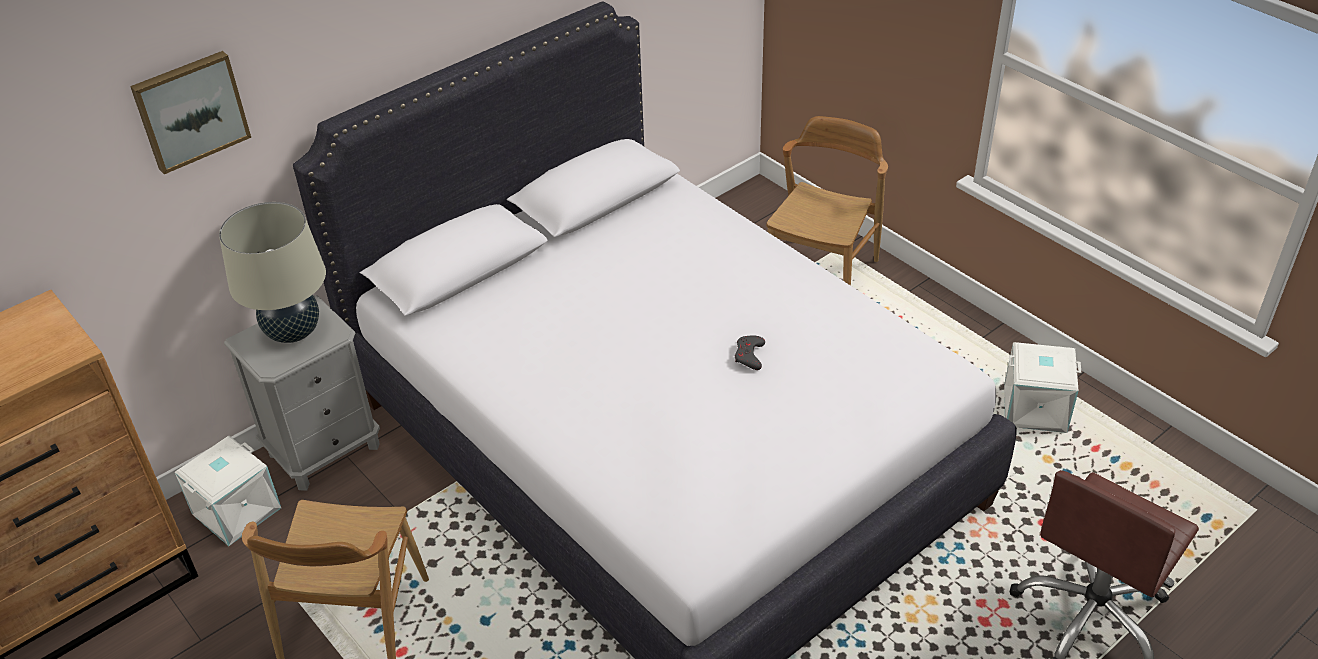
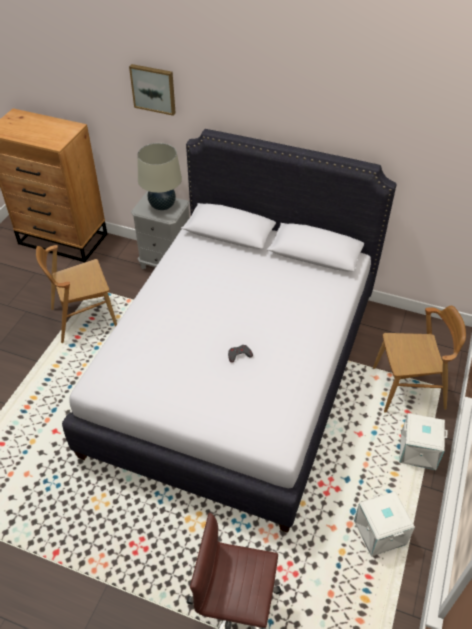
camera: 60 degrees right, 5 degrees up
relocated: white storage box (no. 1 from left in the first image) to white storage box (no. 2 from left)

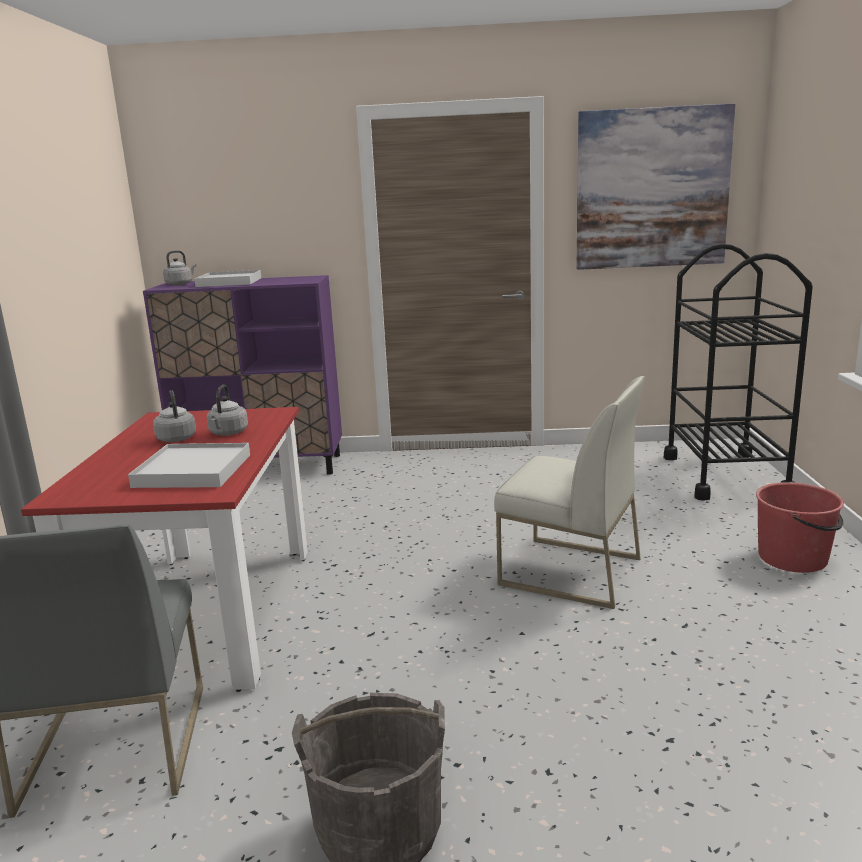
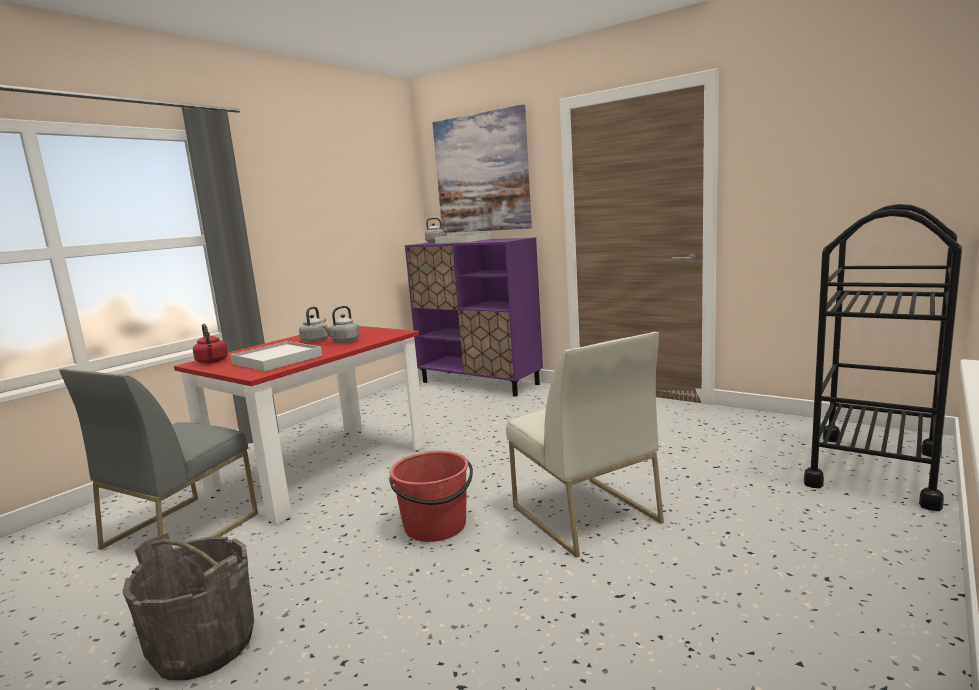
camera: 35 degrees right, 5 degrees down
appeared: red kettle
relocated: picture; red bucket

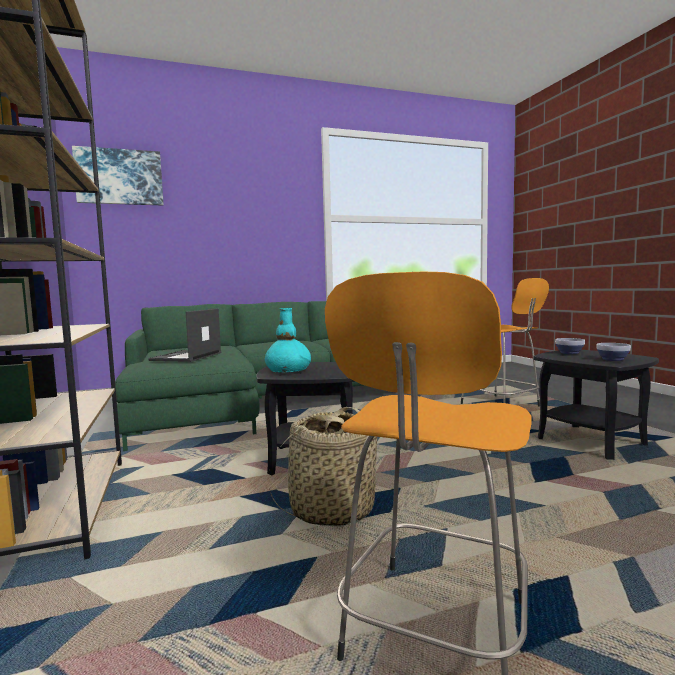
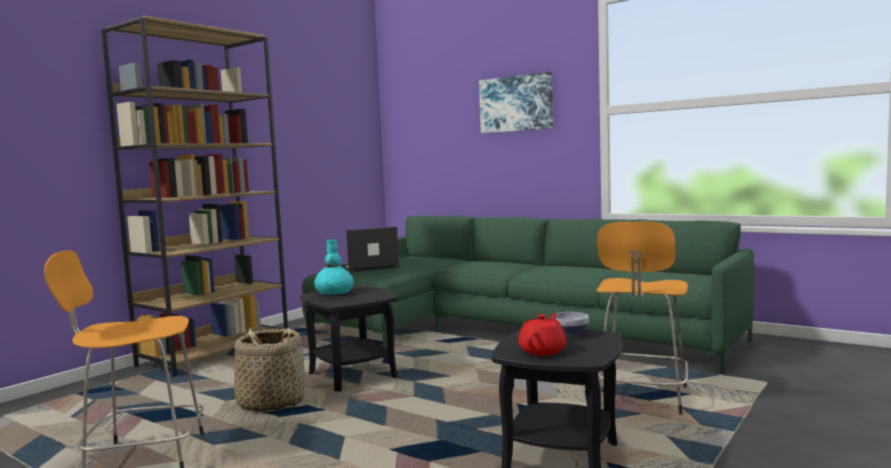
camera: 55 degrees right, 0 degrees up
relocated: picture
exchanged: bowl (no. 2 from left) to red teapot

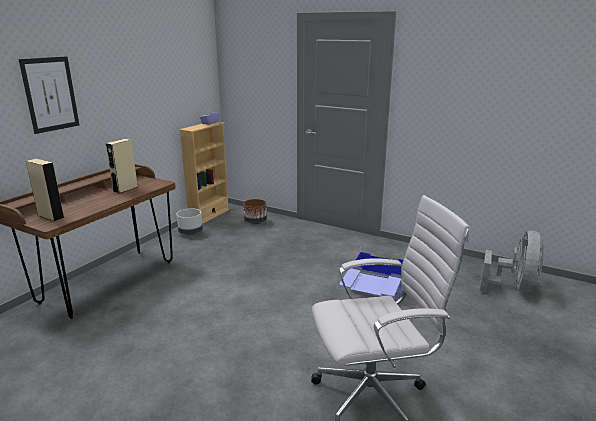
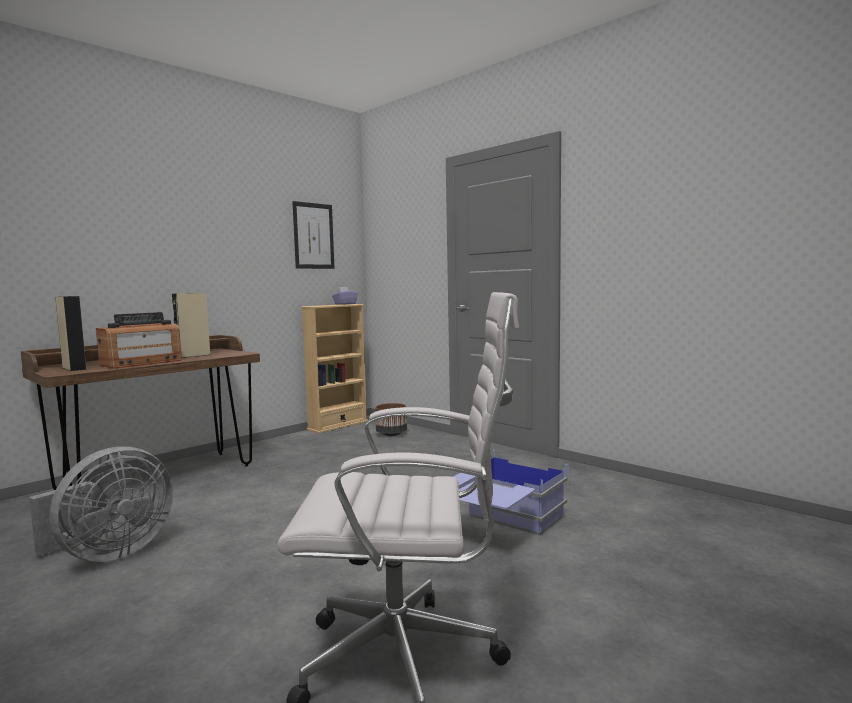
camera: 15 degrees right, 15 degrees down
missing: grey planter
appeared: radio
relocated: picture; grey fan

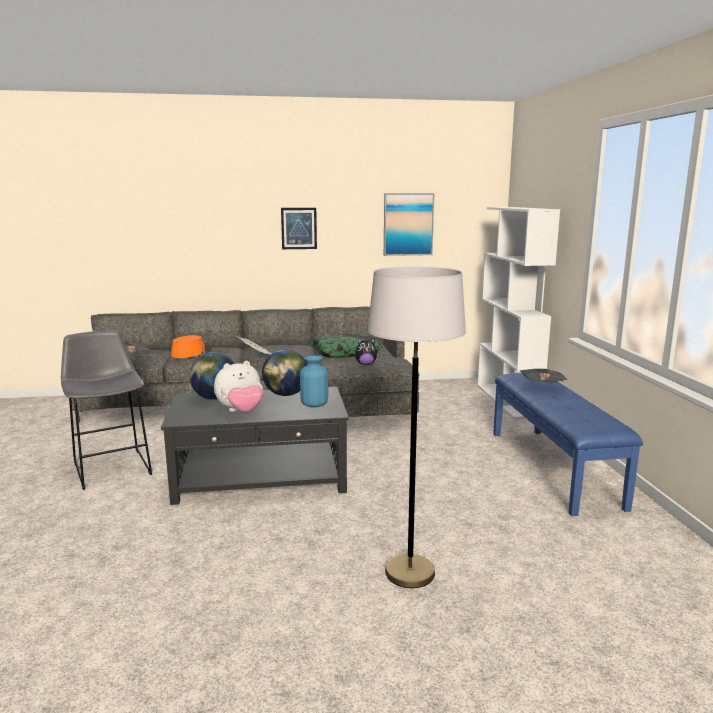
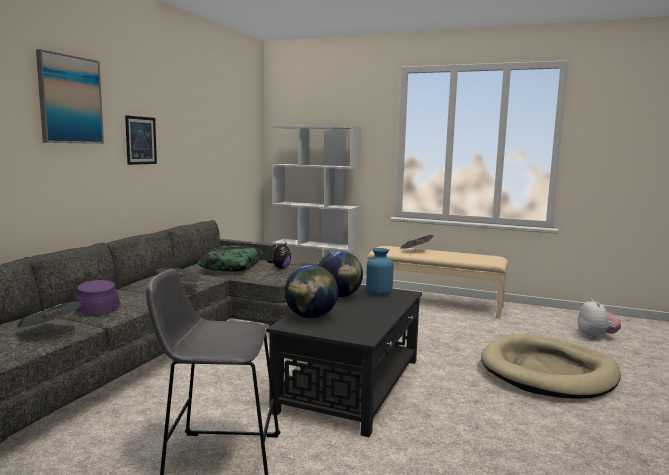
camera: 60 degrees left, 5 degrees down
relocated: picture (no. 2 from left in the first image) to picture (no. 1 from left); plush toy (no. 1 from left in the first image) to plush toy (no. 2 from left)
exchanged: grey floor lamp to beige dog bed
colour: orange hat to purple hat; blue bench to beige bench

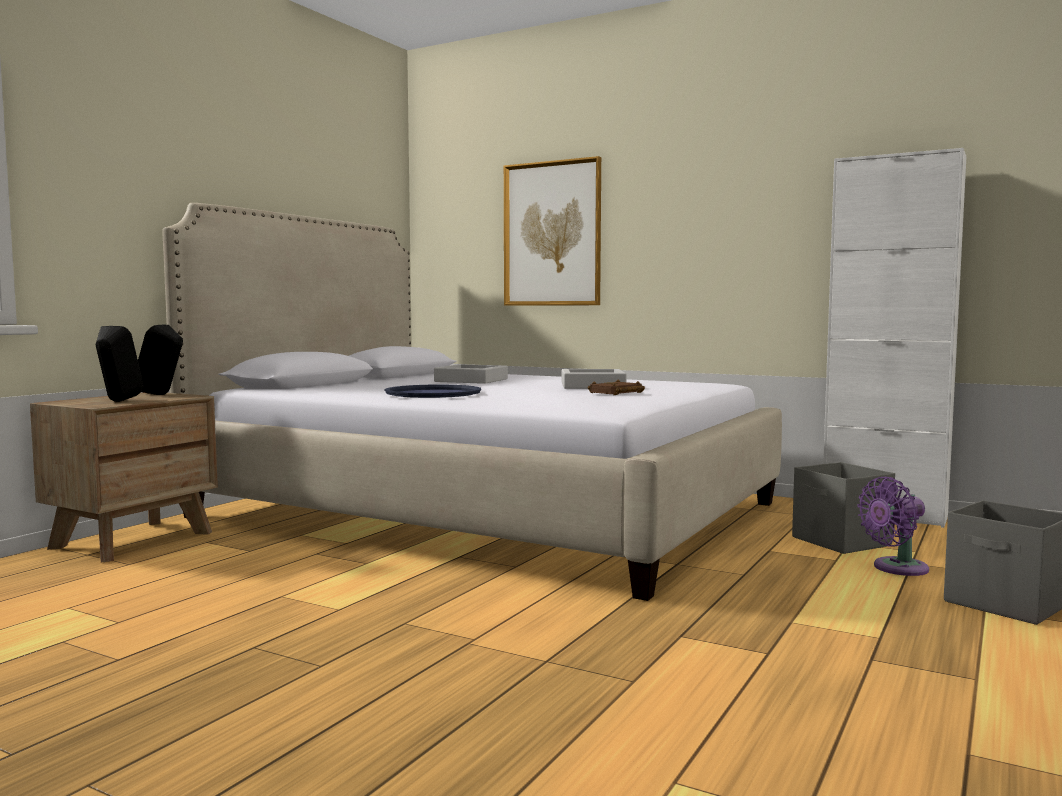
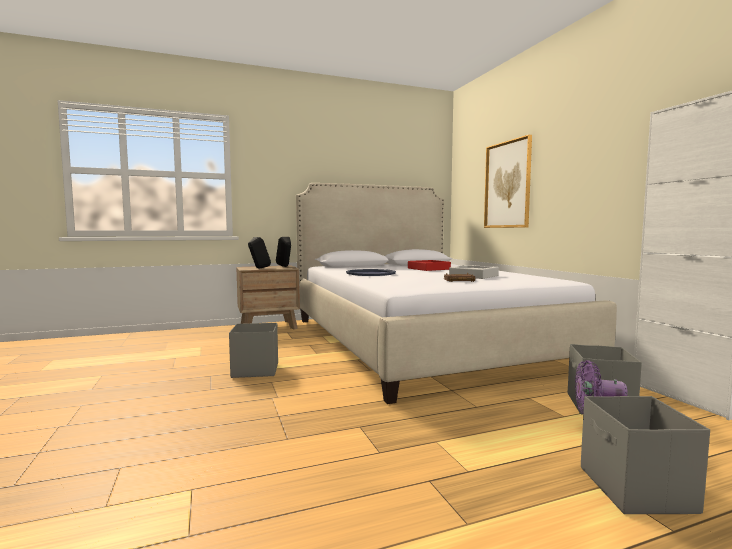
camera: 40 degrees right, 0 degrees up
appeared: grey storage box (no. 1 from left)
colour: grey tray (no. 1 from left) to red tray

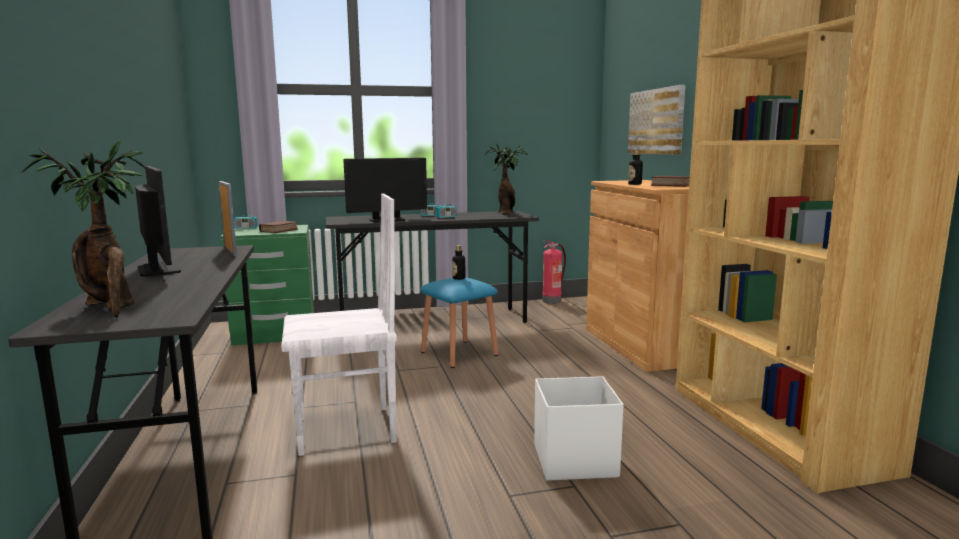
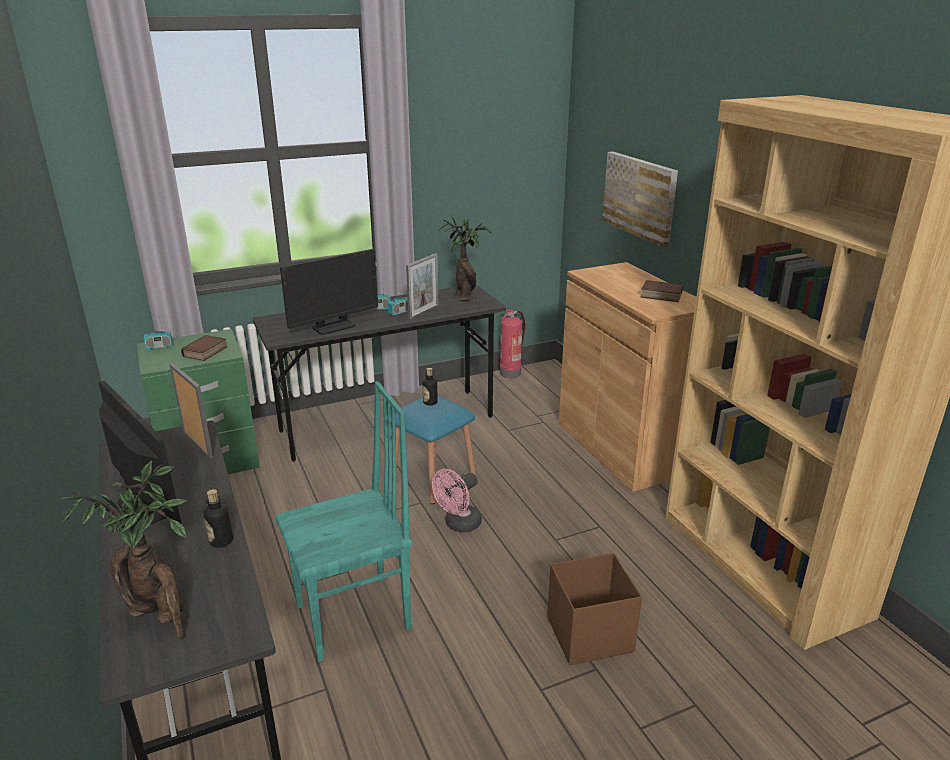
camera: 10 degrees left, 15 degrees up
appeared: picture frame (no. 2 from left); pink fan
relocated: bottle (no. 2 from left in the first image) to bottle (no. 1 from left)
colour: white chair to turquoise chair; white storage box to brown storage box

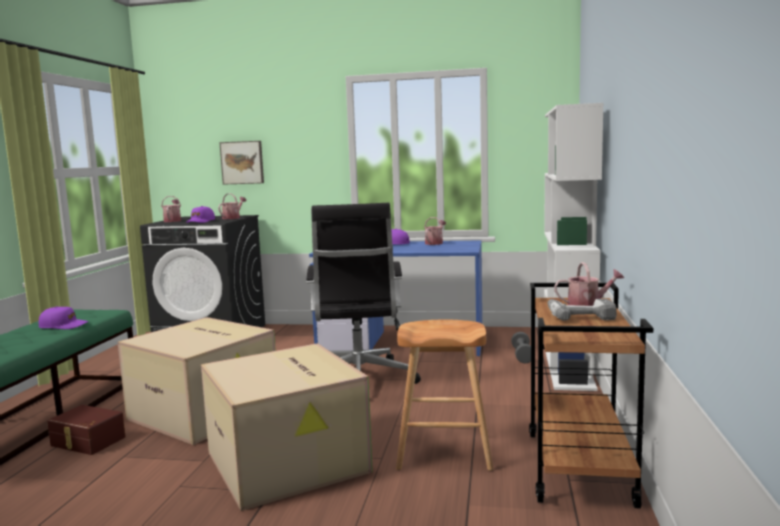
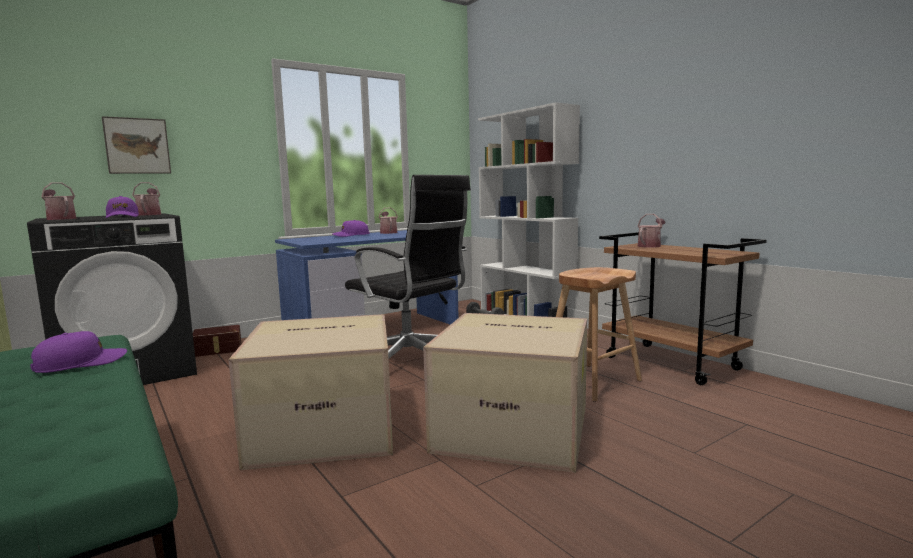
camera: 45 degrees left, 0 degrees up
missing: power drill
relocated: brown storage box

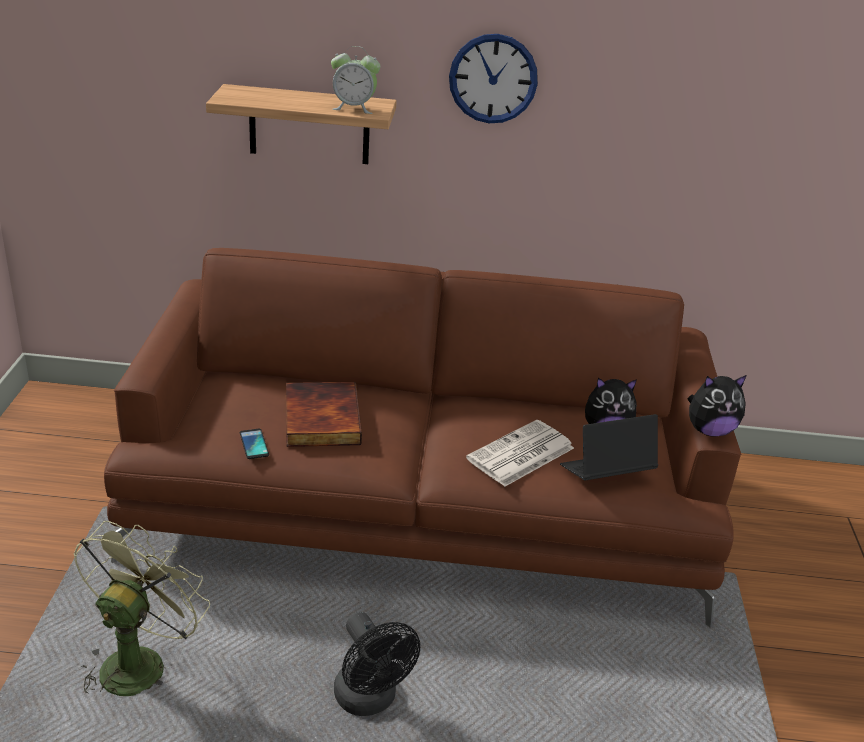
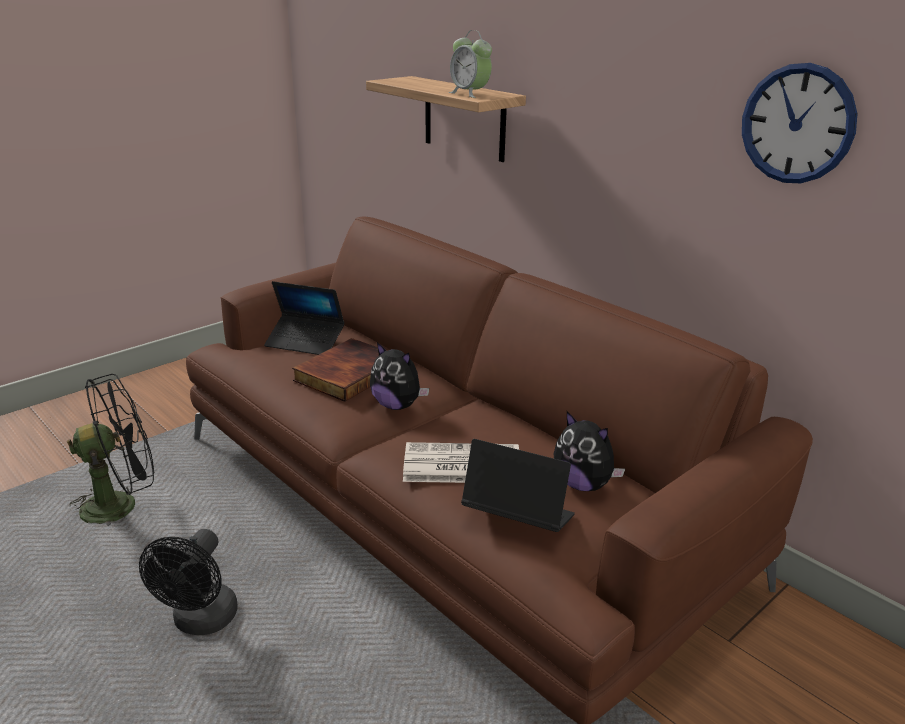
camera: 45 degrees right, 5 degrees down
missing: phone
appeared: laptop (no. 1 from left)
relocated: wall clock; plush toy (no. 2 from left in the first image) to plush toy (no. 1 from left)
colour: green fan to black fan (no. 1 from left)

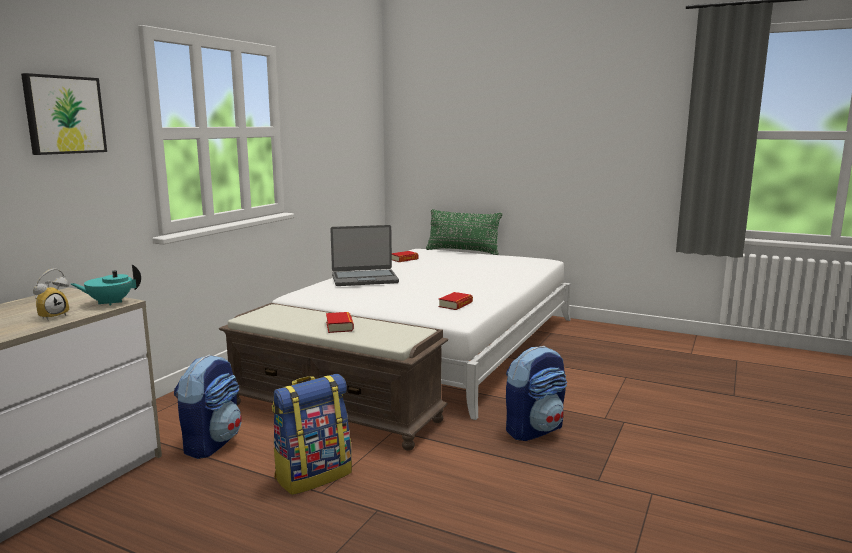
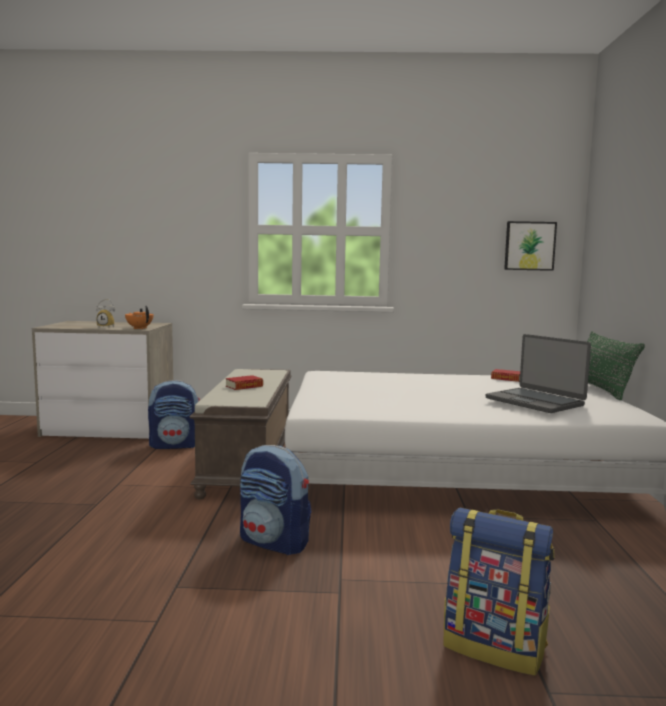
camera: 65 degrees right, 5 degrees down
missing: book (no. 3 from left)
relocated: picture; laptop; backpack (no. 2 from left in the first image) to backpack (no. 3 from left)
colour: turquoise teapot to orange teapot

